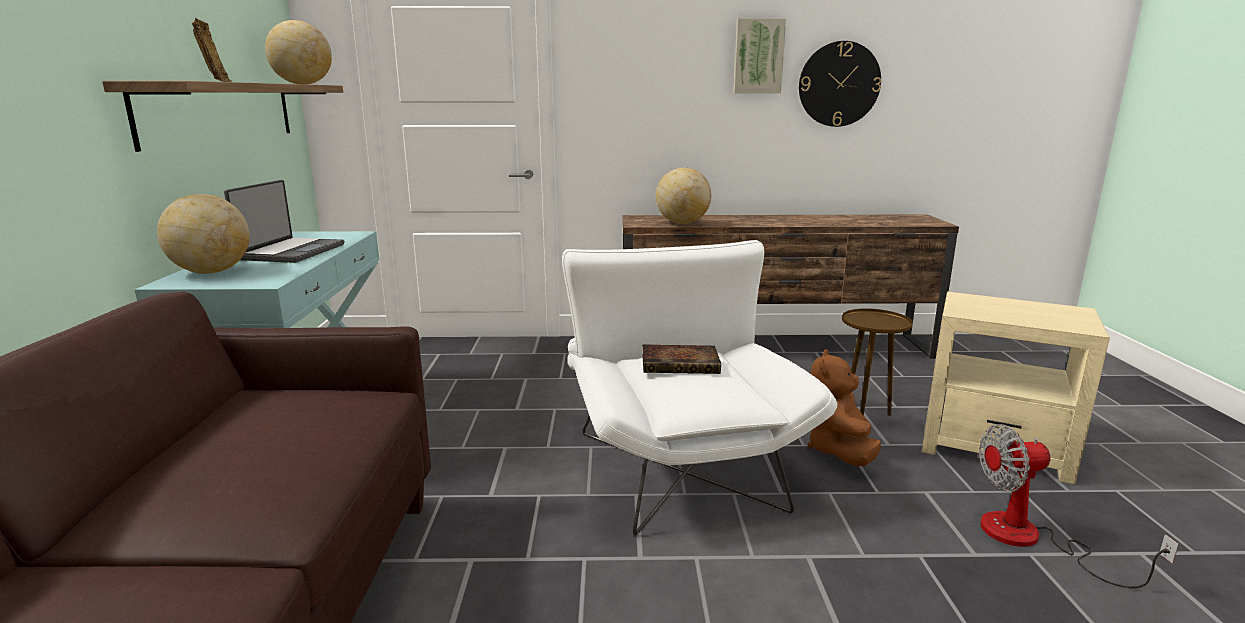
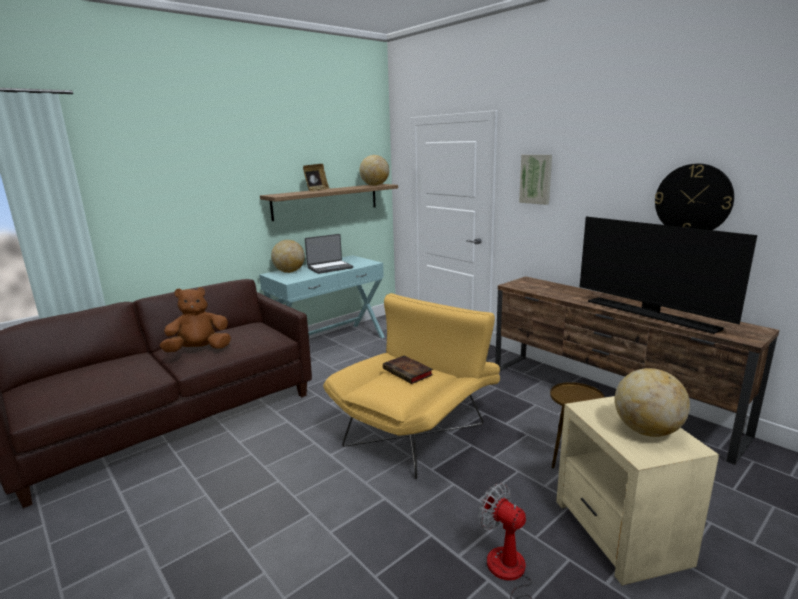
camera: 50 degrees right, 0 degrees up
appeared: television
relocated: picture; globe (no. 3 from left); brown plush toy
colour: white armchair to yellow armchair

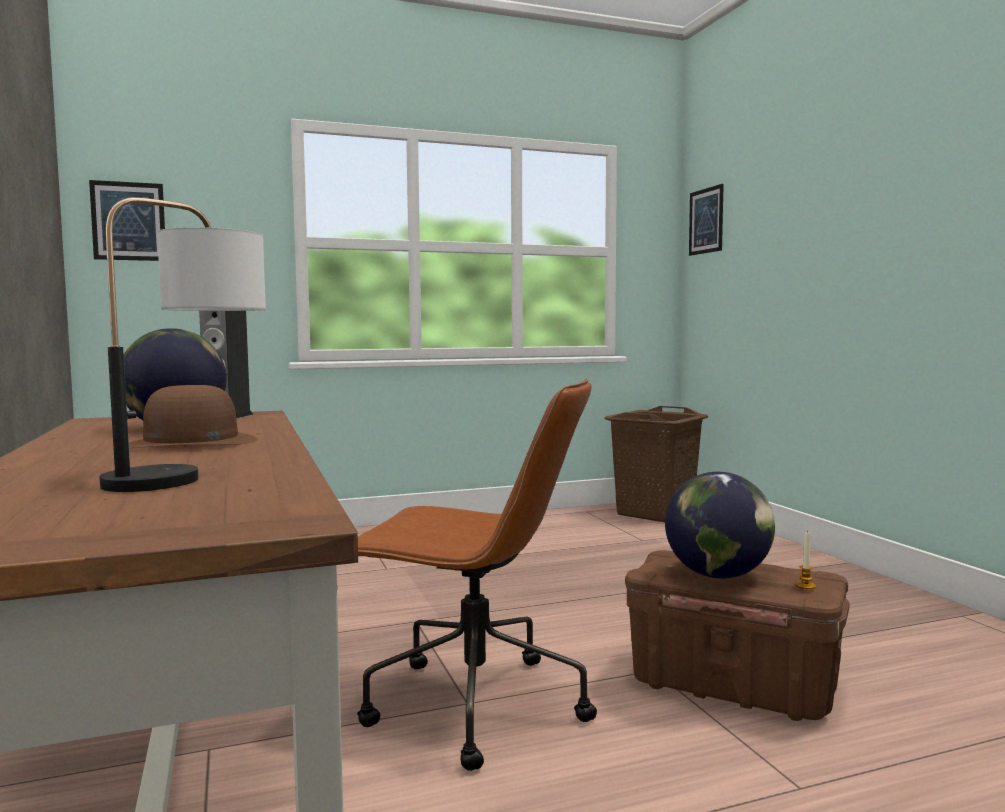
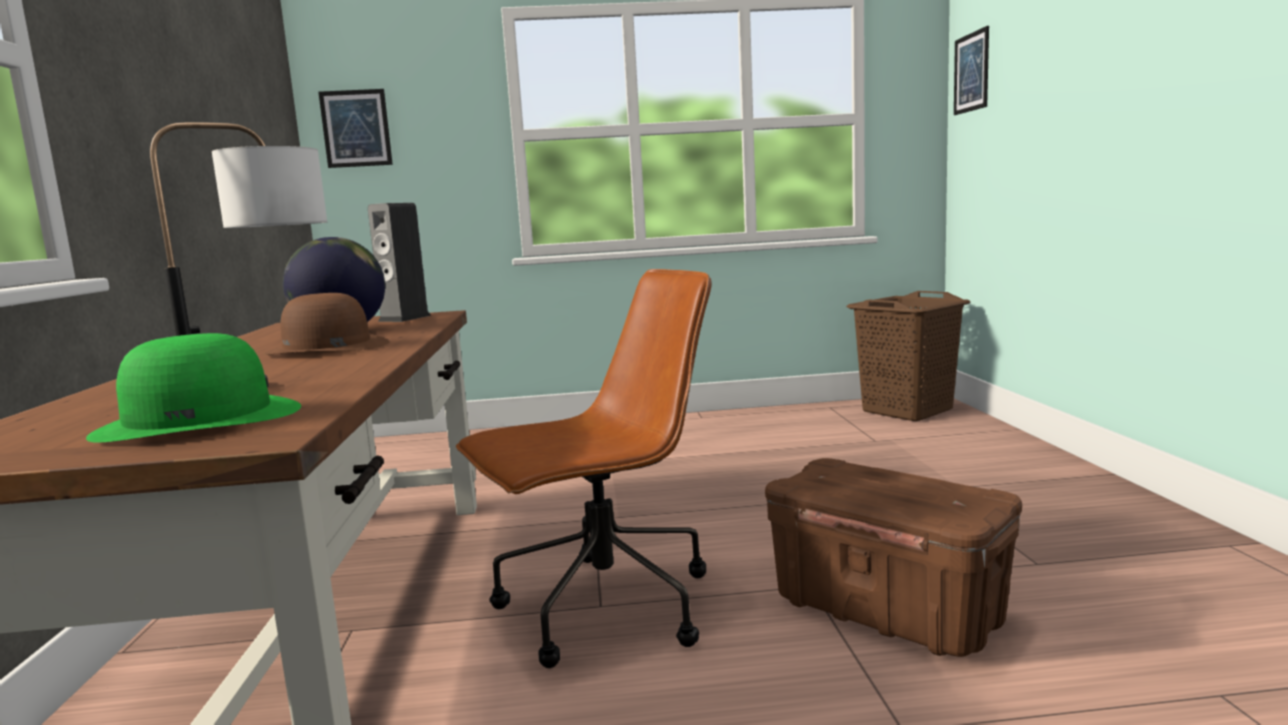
camera: 15 degrees right, 5 degrees up
missing: globe (no. 2 from left); candle
appeared: green hat
spun: brown office chair 60 degrees counterclockwise

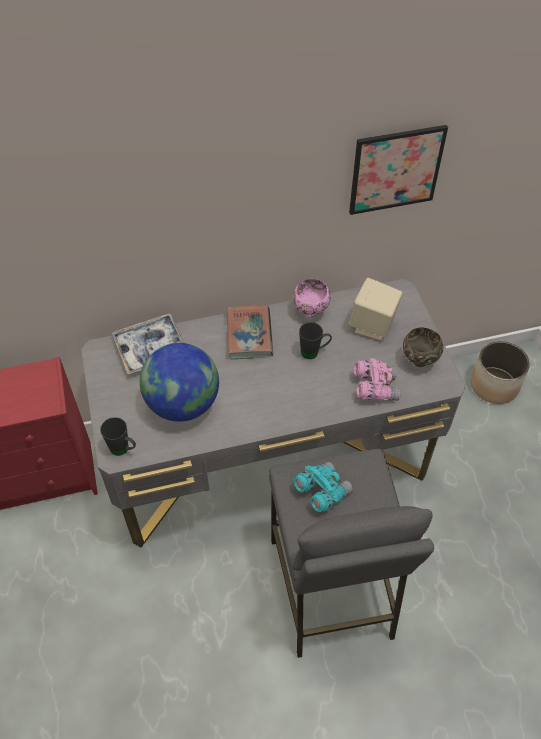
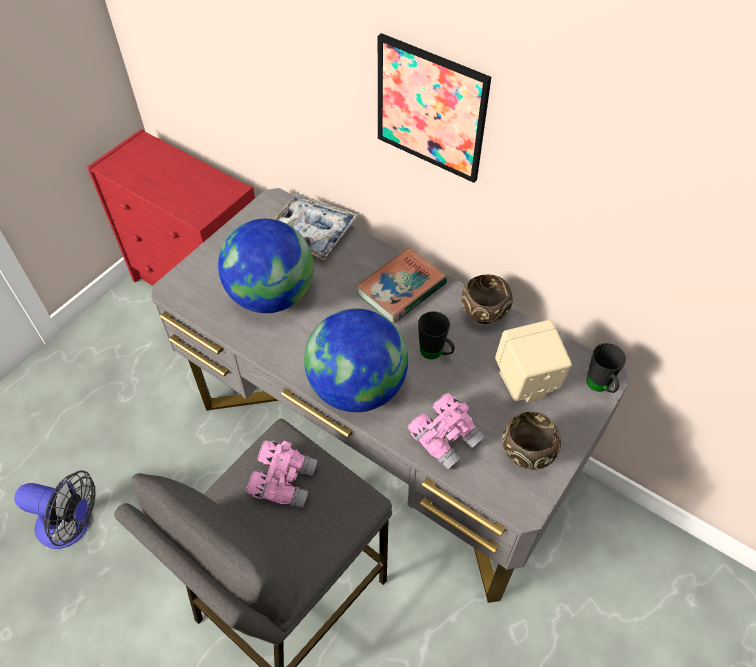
camera: 50 degrees right, 0 degrees up
missing: planter
appeared: globe (no. 2 from left); fan
relocated: picture; black mug (no. 1 from left in the first image) to black mug (no. 2 from left)
colour: pink bowl to brown bowl (no. 1 from left); turquoise binoculars to pink binoculars (no. 1 from left)

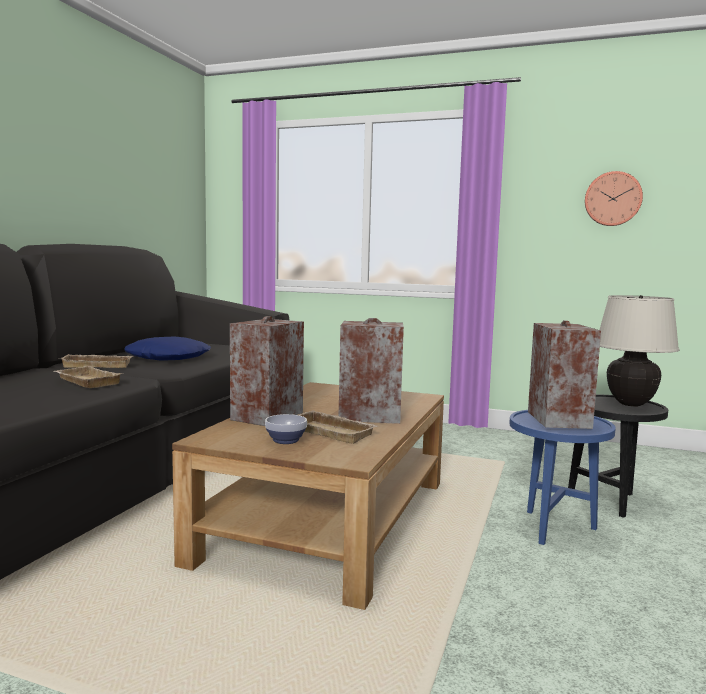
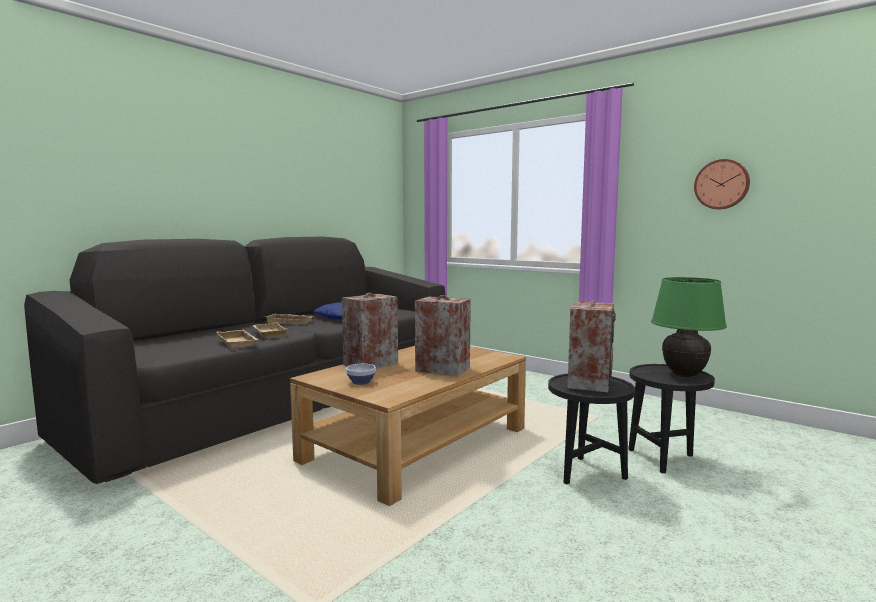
camera: 20 degrees right, 0 degrees up
relocated: beige tray (no. 3 from left in the first image) to beige tray (no. 1 from left)
colour: beige table lamp to green table lamp; blue side table to black side table (no. 1 from left)

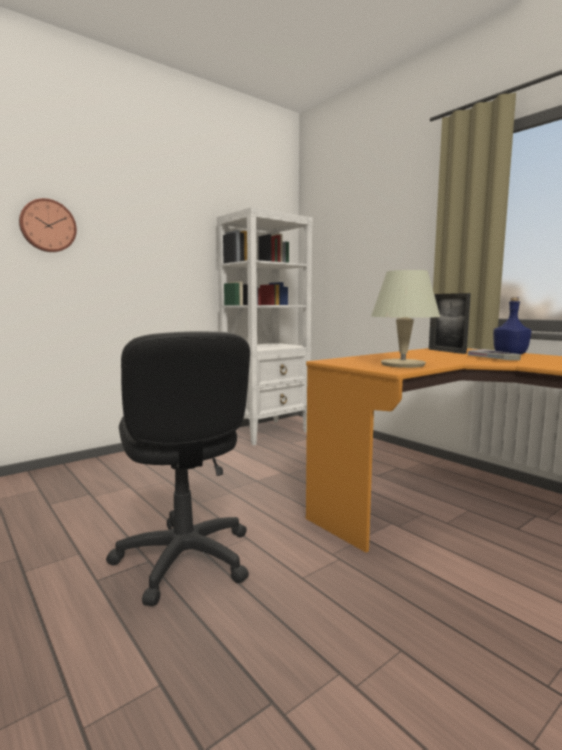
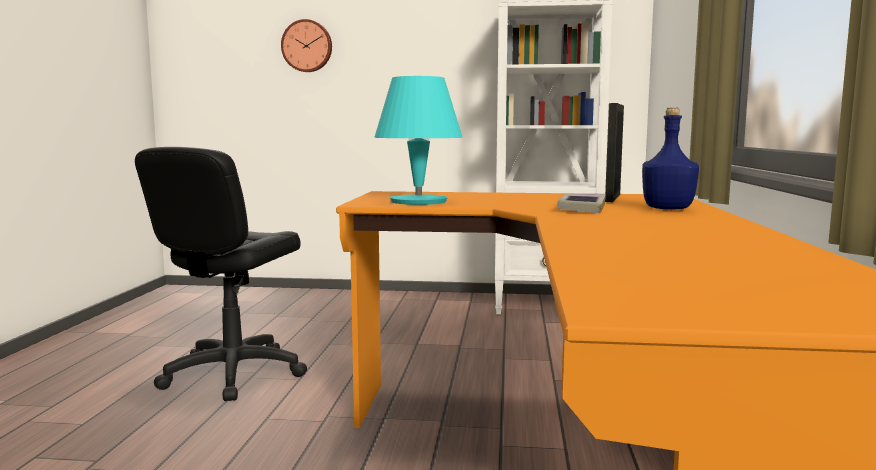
camera: 45 degrees right, 0 degrees up
colour: beige table lamp to turquoise table lamp

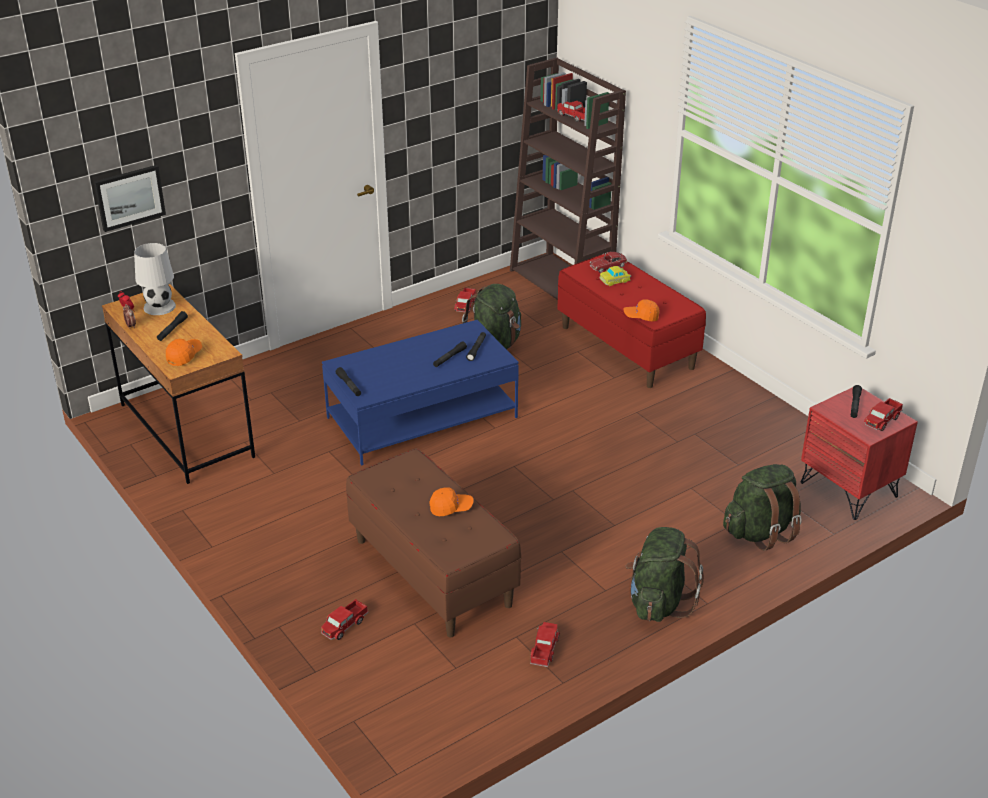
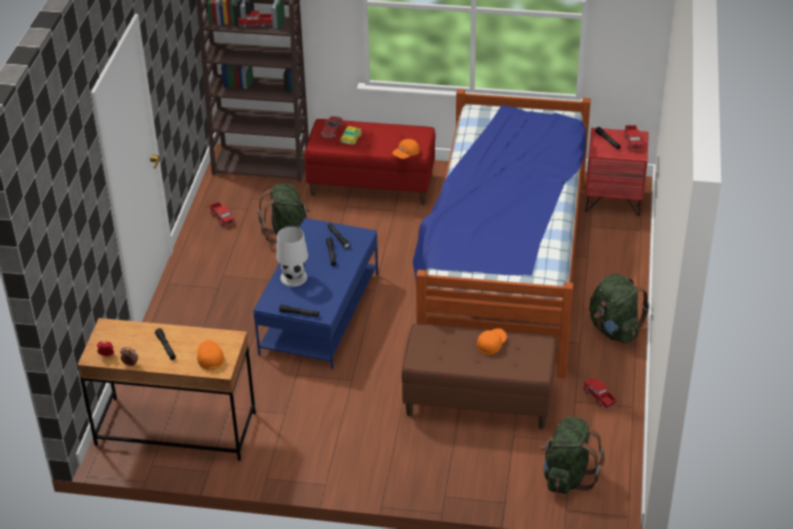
camera: 45 degrees left, 5 degrees up
missing: picture; toy truck (no. 1 from left)
appeared: bed
relocated: white table lamp; green backpack (no. 3 from left in the first image) to green backpack (no. 2 from left)

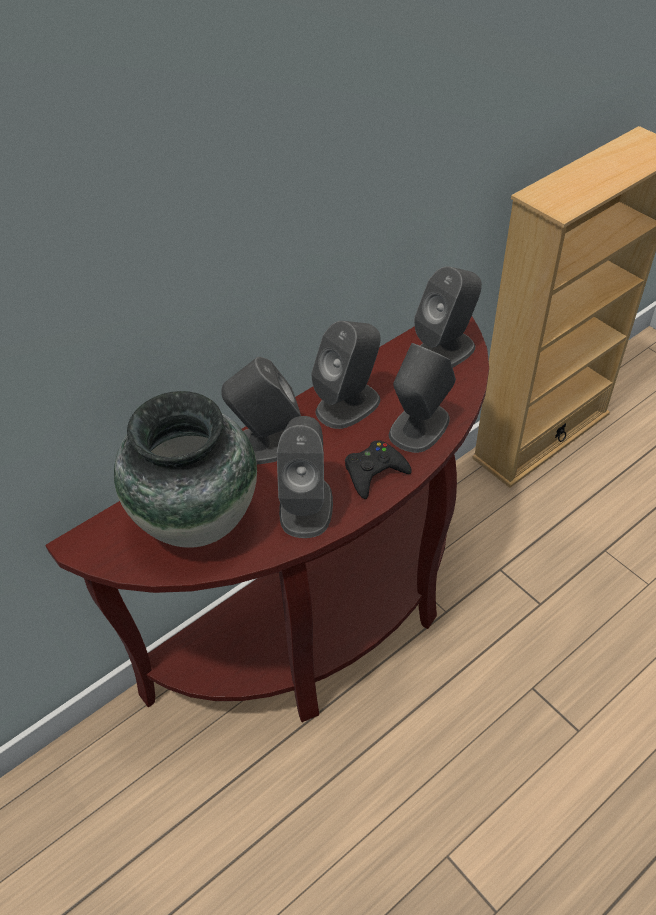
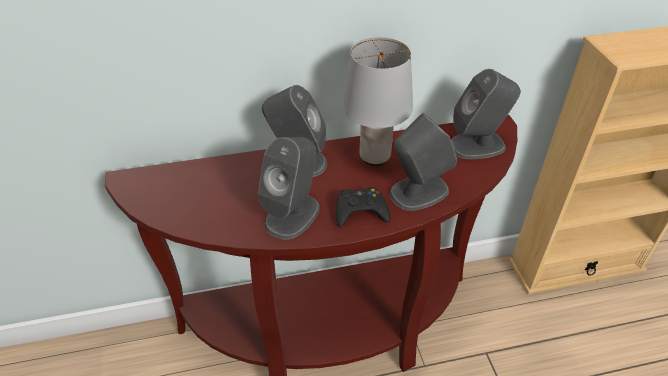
camera: 25 degrees right, 5 degrees down
missing: vase
exchanged: grey speaker (no. 3 from left) to grey table lamp

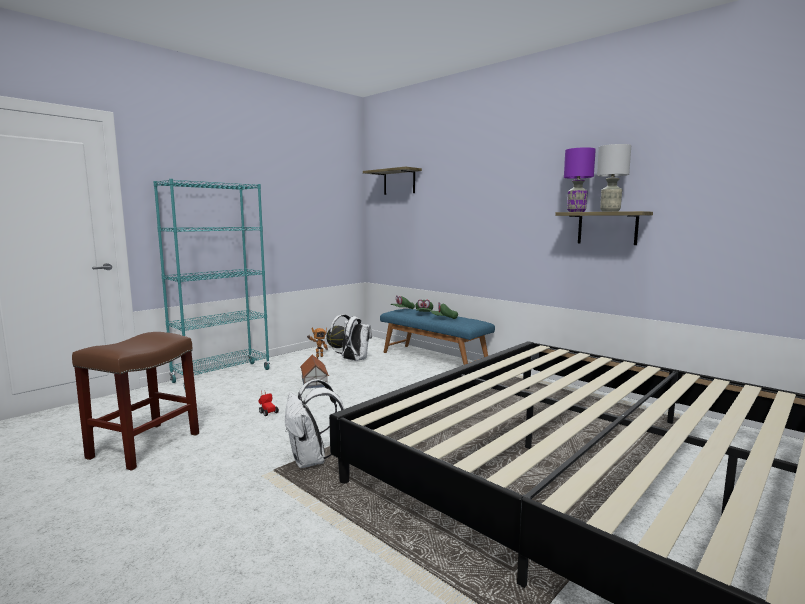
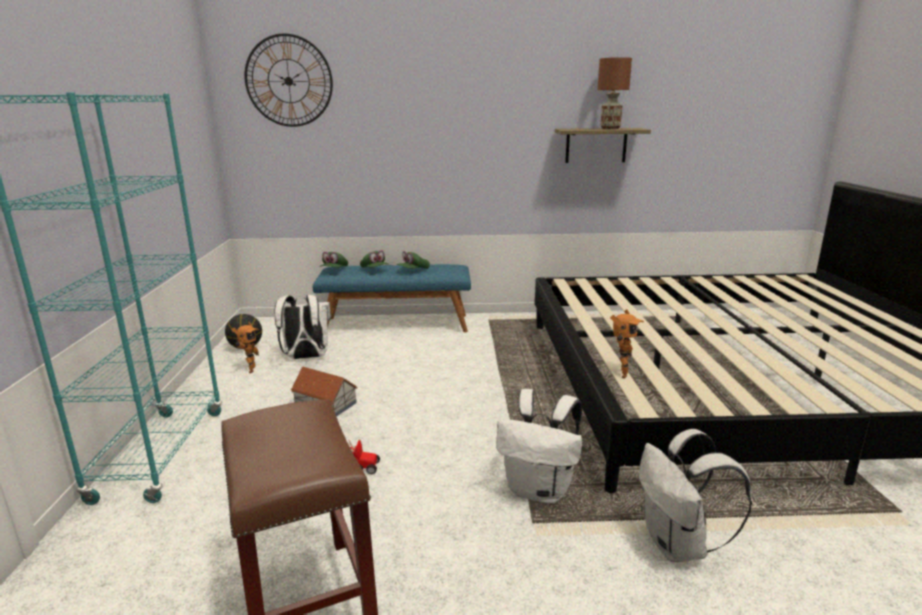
camera: 45 degrees left, 10 degrees up
missing: purple table lamp
appeared: toy robot (no. 2 from left); white backpack (no. 3 from left)
exchanged: shelf (no. 1 from left) to wall clock
colour: grey table lamp to brown table lamp

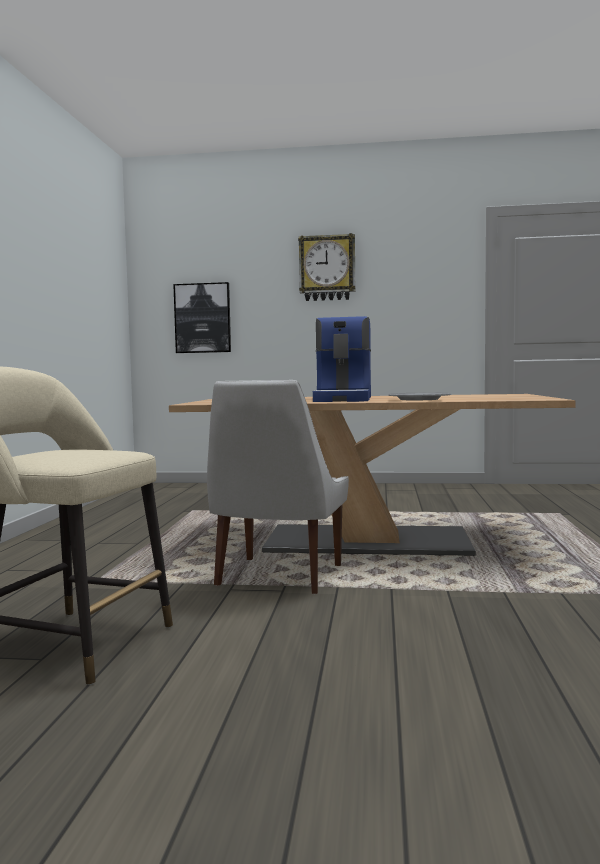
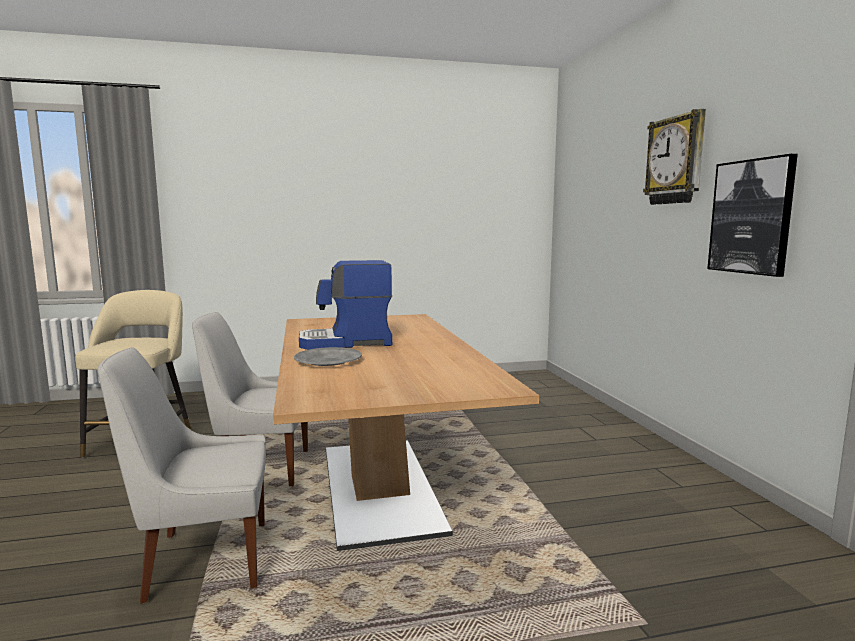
camera: 70 degrees right, 5 degrees up
appeared: white chair (no. 1 from left)
relocated: picture

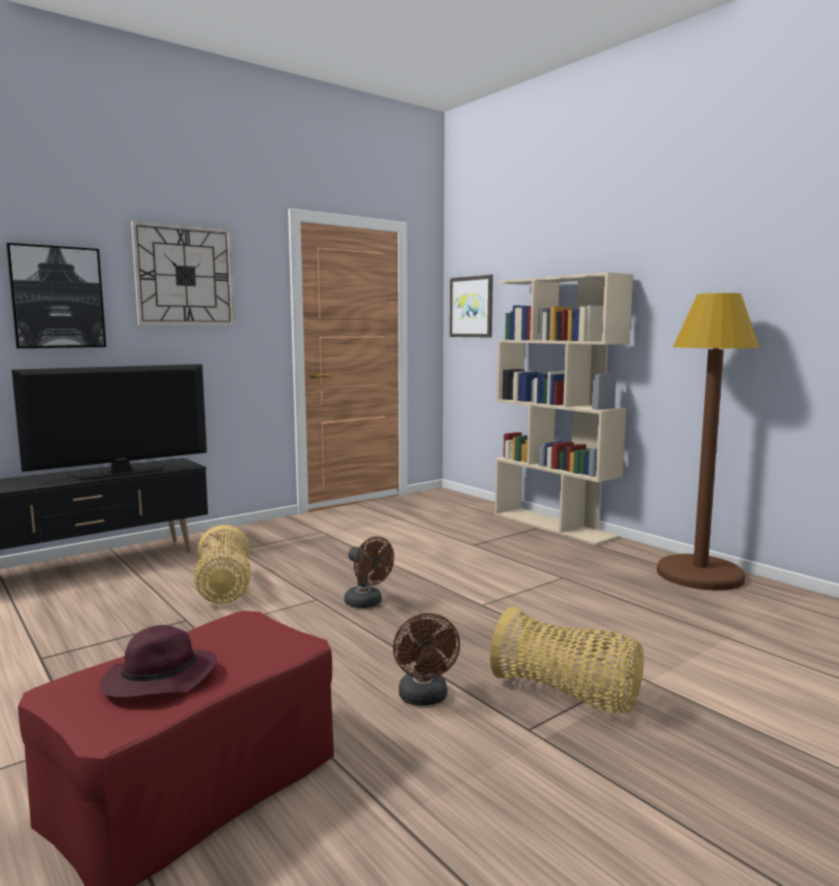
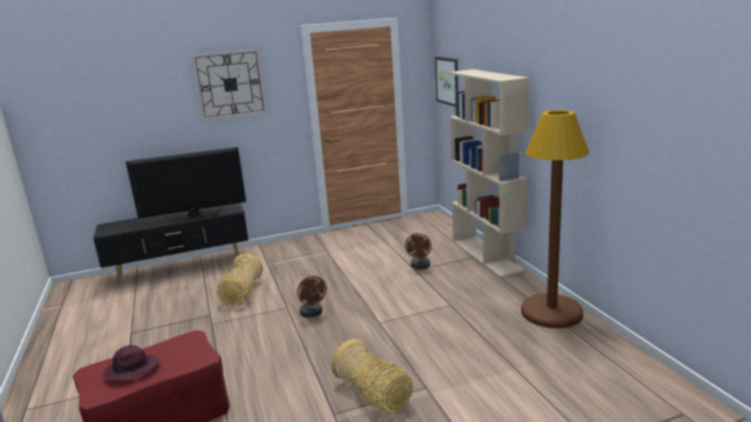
camera: 20 degrees right, 10 degrees up
missing: picture (no. 1 from left)
relocated: brown fan (no. 2 from left)

